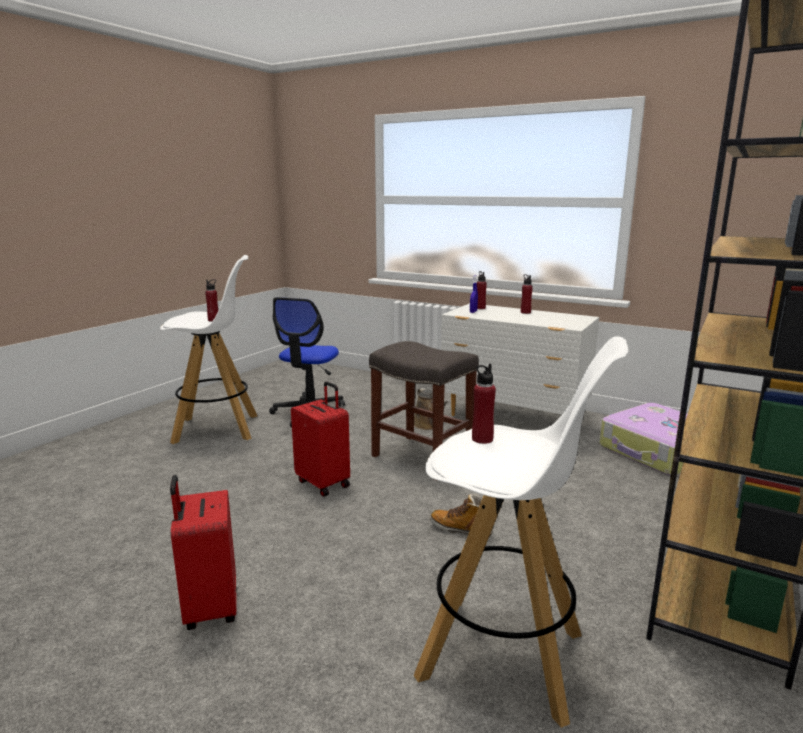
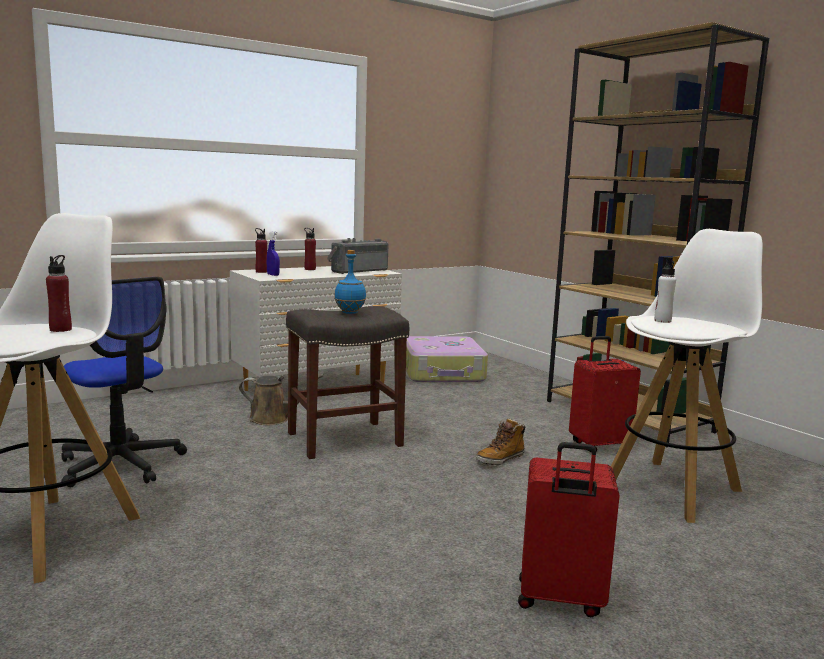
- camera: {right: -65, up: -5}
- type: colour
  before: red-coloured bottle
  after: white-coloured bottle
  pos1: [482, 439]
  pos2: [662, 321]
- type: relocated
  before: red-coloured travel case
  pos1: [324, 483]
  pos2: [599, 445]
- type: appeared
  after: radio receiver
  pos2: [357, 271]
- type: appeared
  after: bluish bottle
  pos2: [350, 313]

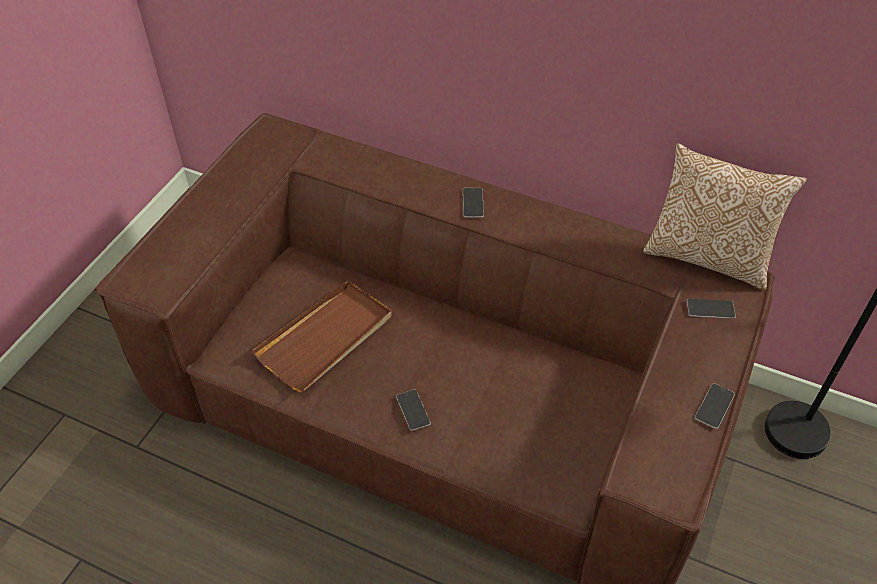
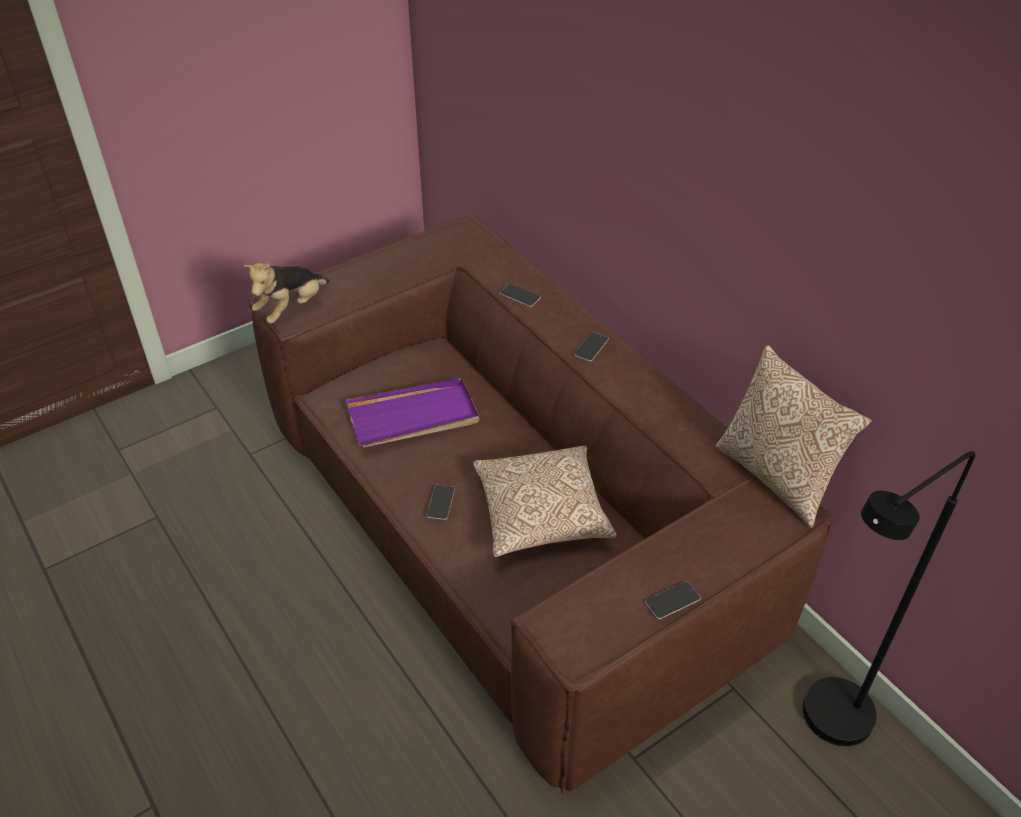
- camera: {right: 30, up: -5}
- type: colour
  before: brown-coloured tray
  after: purple-coloured tray
  pos1: [326, 338]
  pos2: [413, 417]
- type: relocated
  before: handset
  pos1: [710, 309]
  pos2: [519, 295]
- type: appeared
  after: cuddly toy
  pos2: [291, 308]
- type: appeared
  after: pillow
  pos2: [541, 514]

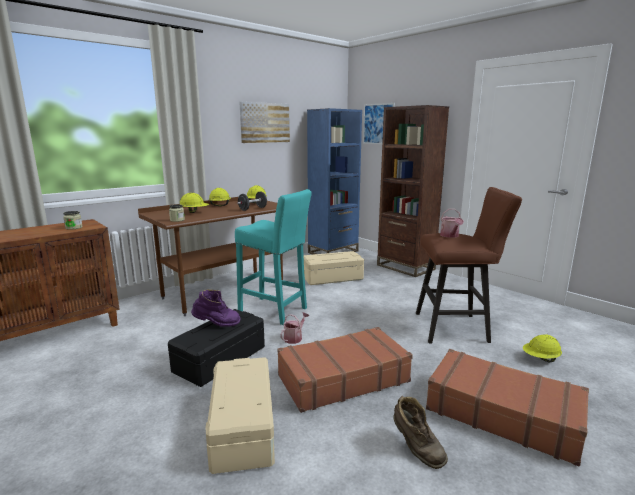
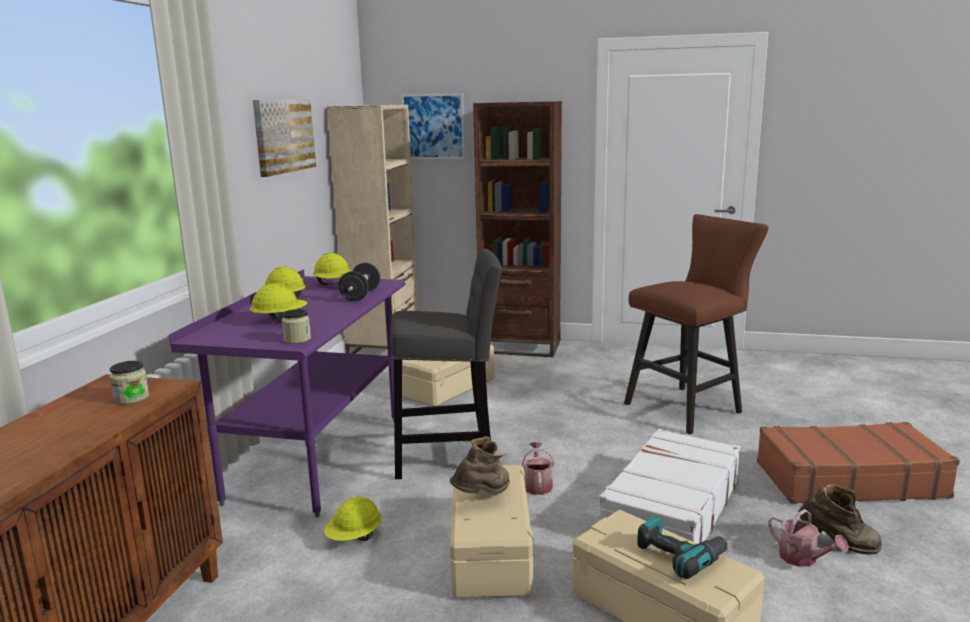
- camera: {right: -35, up: 0}
- type: colour
  before: bluish shelving unit
  after: sand-coloured shelving unit
  pos1: [333, 252]
  pos2: [384, 348]
- type: colour
  before: blue-green sitting stool
  after: greyish sitting stool
  pos1: [275, 311]
  pos2: [450, 459]
- type: colour
  before: brown-coloured desk table
  after: purple-coloured desk table
  pos1: [224, 292]
  pos2: [317, 458]
- type: relocated
  before: watering pot
  pos1: [450, 236]
  pos2: [802, 559]
- type: colour
  before: purple-coloured high-top boot
  after: brown-coloured high-top boot
  pos1: [217, 325]
  pos2: [483, 496]
- type: colour
  before: black storage box
  after: sand-coloured storage box
  pos1: [220, 359]
  pos2: [489, 551]
- type: colour
  before: brown-coloured travel case
  after: white-coloured travel case
  pos1: [342, 378]
  pos2: [670, 509]
- type: relocated
  before: yellow-coloured hard hat
  pos1: [540, 359]
  pos2: [354, 538]
- type: appeared
  after: power drill
  pos2: [680, 555]

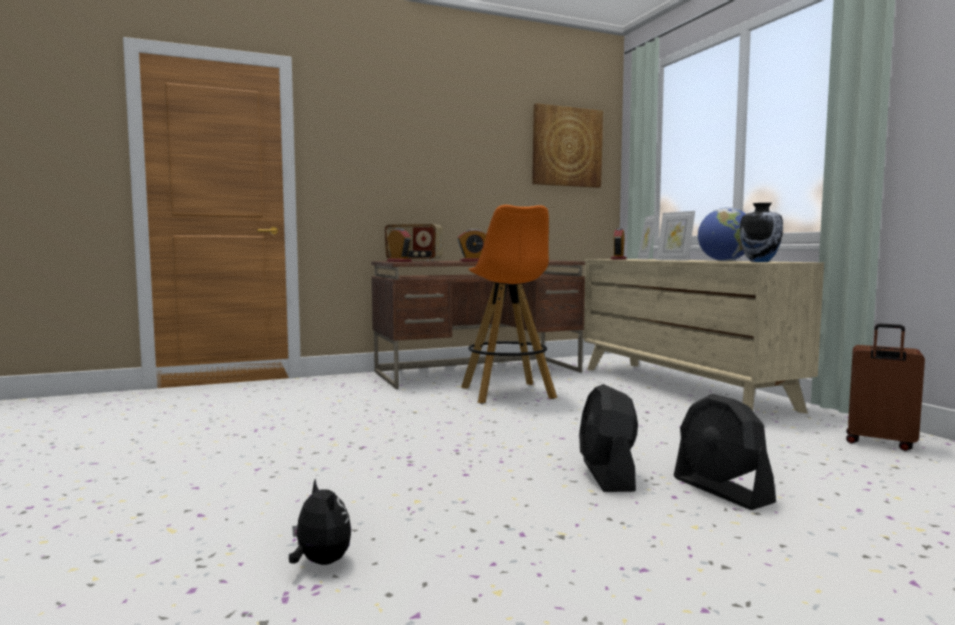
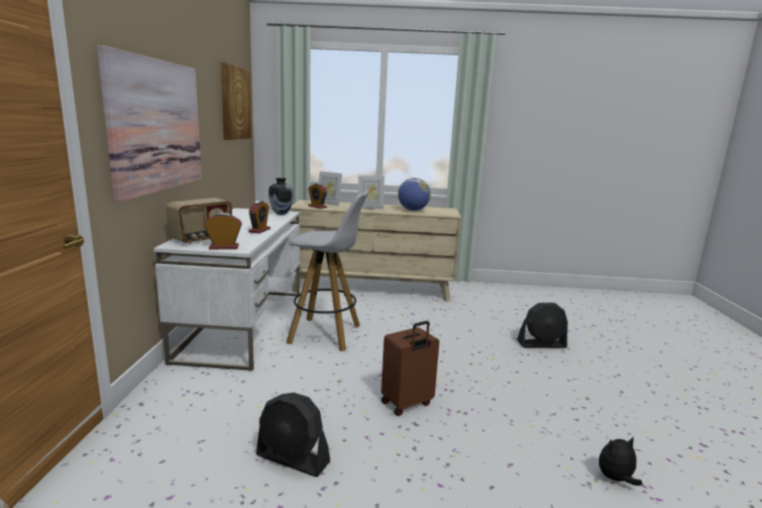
- camera: {right: -65, up: 10}
- type: relocated
  before: vase
  pos1: [759, 262]
  pos2: [281, 213]
- type: colour
  before: orange sitting stool
  after: white-coloured sitting stool
  pos1: [508, 393]
  pos2: [326, 334]
- type: colour
  before: brown-coloured desk table
  after: white-coloured desk table
  pos1: [479, 372]
  pos2: [244, 324]
- type: relocated
  before: brown-coloured travel case
  pos1: [879, 443]
  pos2: [407, 404]
- type: relocated
  before: black electric fan
  pos1: [607, 475]
  pos2: [293, 459]
- type: appeared
  after: wall art
  pos2: [157, 126]

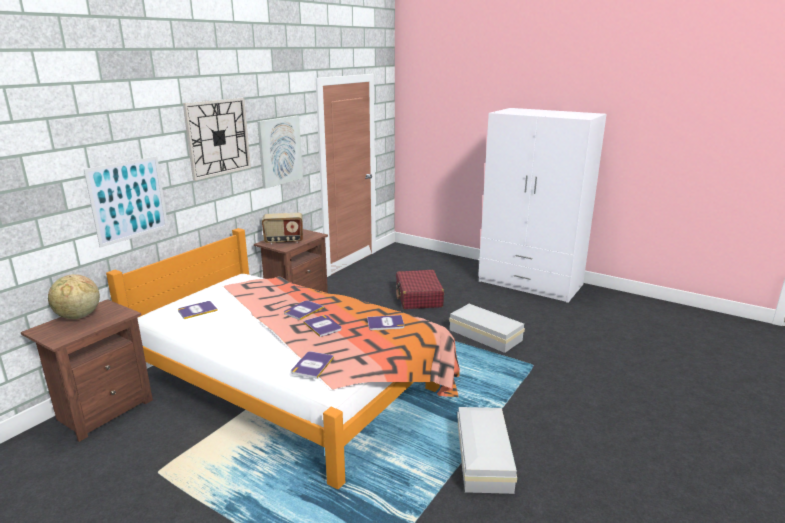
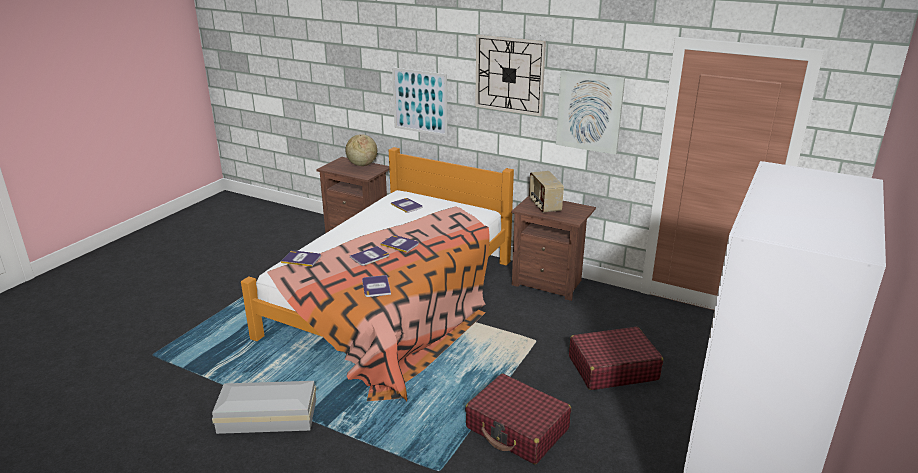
- camera: {right: 85, up: 5}
- type: exchanged
  before: white-coloured storage box
  after: red-coloured travel case
  pos1: [485, 334]
  pos2: [517, 429]

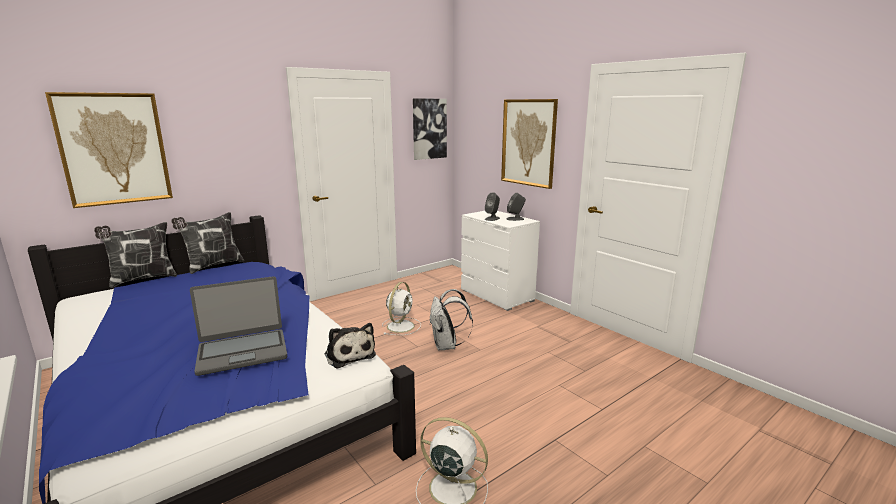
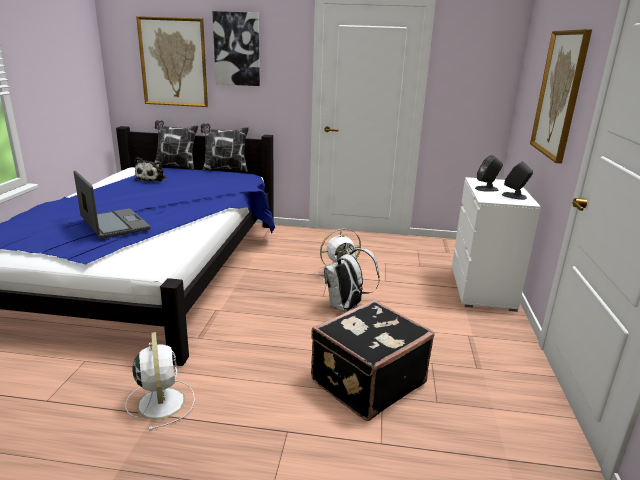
- camera: {right: 45, up: 5}
- type: relocated
  before: wall art
  pos1: [429, 129]
  pos2: [237, 49]
- type: spun
  before: portable computer
  pos1: [242, 352]
  pos2: [114, 225]
  turn: -150
- type: relocated
  before: cuddly toy
  pos1: [349, 354]
  pos2: [152, 179]
- type: appeared
  after: black travel case
  pos2: [366, 381]

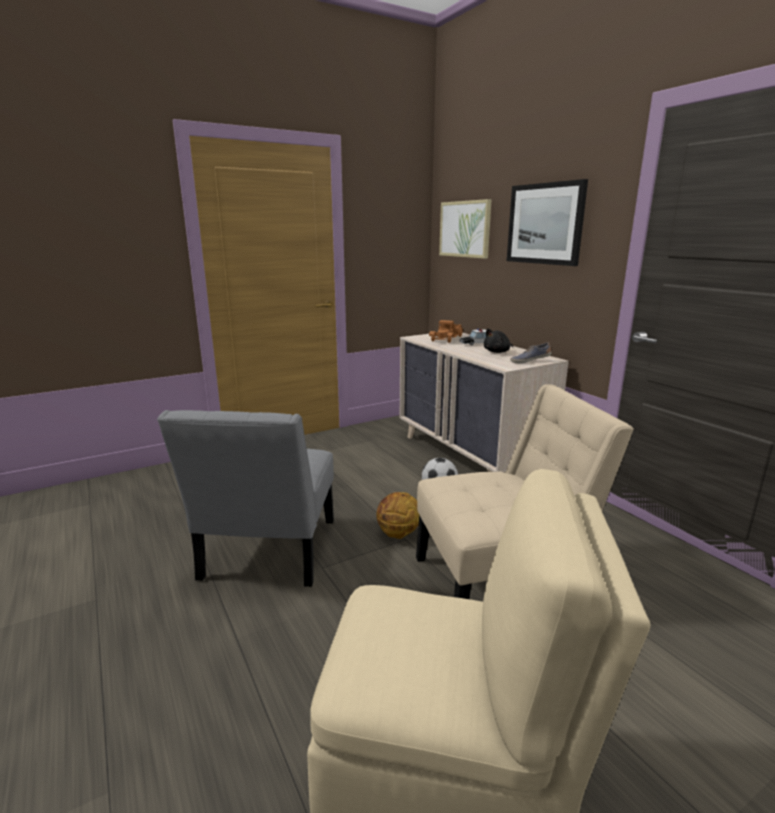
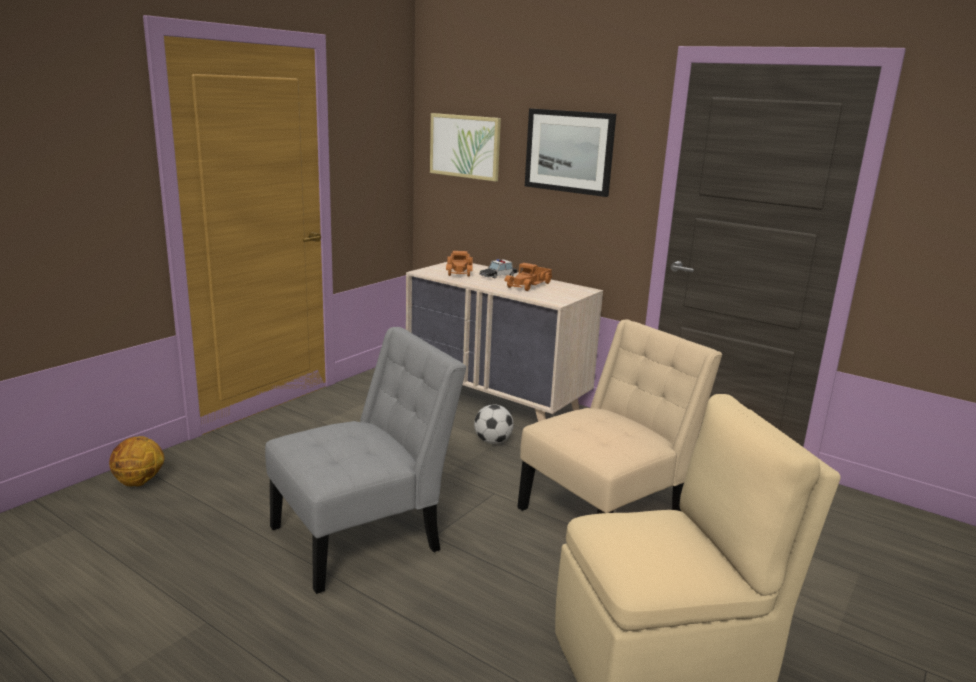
- camera: {right: -25, up: 0}
- type: exchanged
  before: black cuddly toy
  after: model truck
  pos1: [497, 352]
  pos2: [529, 285]
- type: missing
  before: item of footwear
  pos1: [530, 361]
- type: spun
  before: greyish chair
  pos1: [267, 554]
  pos2: [364, 536]
  turn: -105
- type: relocated
  before: basketball ball
  pos1: [398, 534]
  pos2: [139, 482]

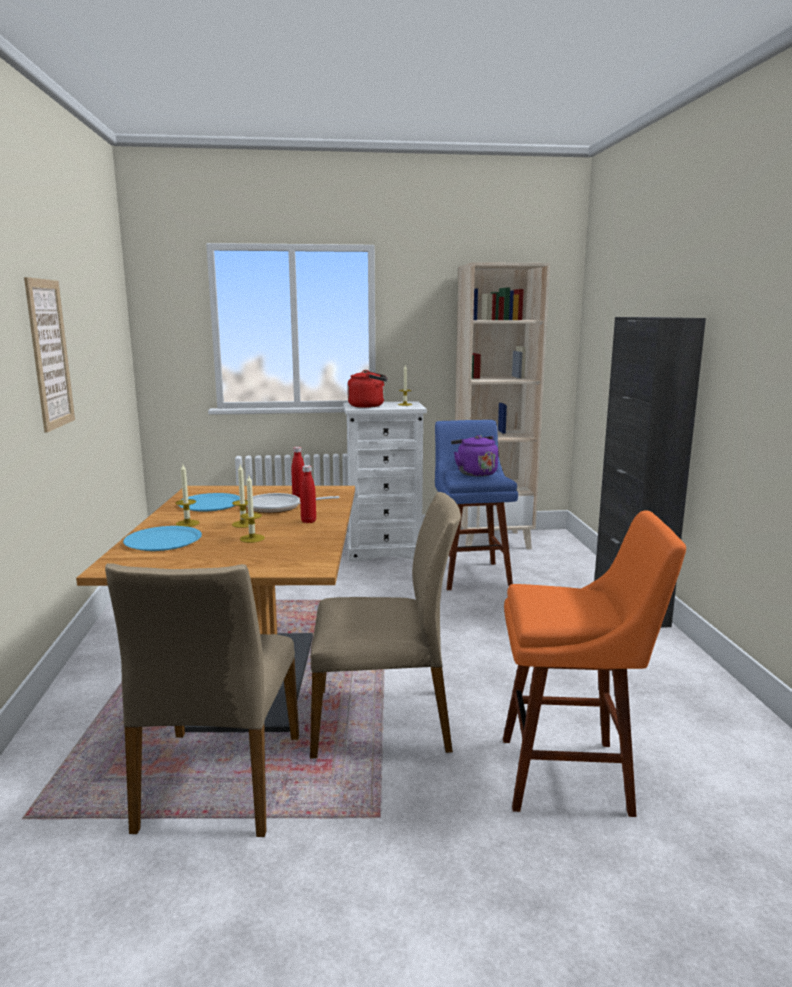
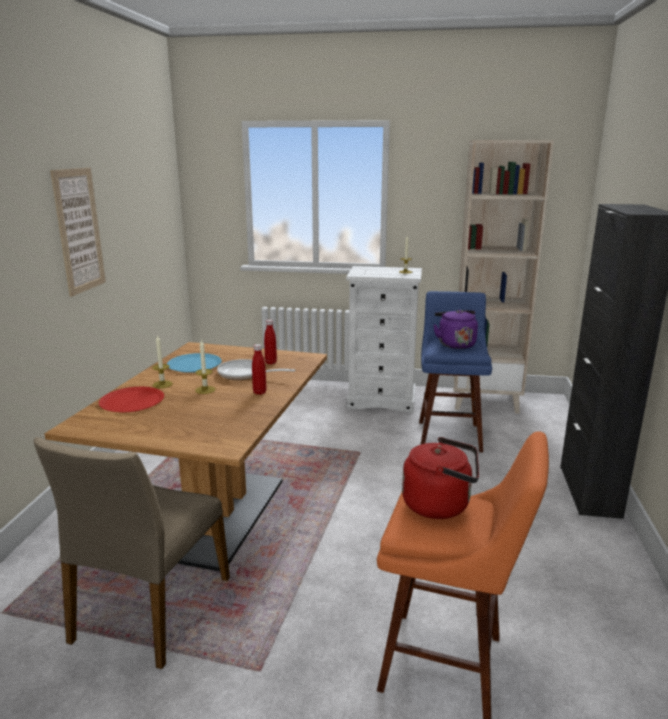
- camera: {right: 15, up: 5}
- type: relocated
  before: red-coloured tea kettle
  pos1: [369, 406]
  pos2: [440, 505]
- type: missing
  before: wax candle
  pos1: [252, 538]
- type: missing
  before: sand-coloured chair
  pos1: [383, 721]
- type: colour
  before: bluish plate
  after: red-coloured plate
  pos1: [163, 540]
  pos2: [132, 401]

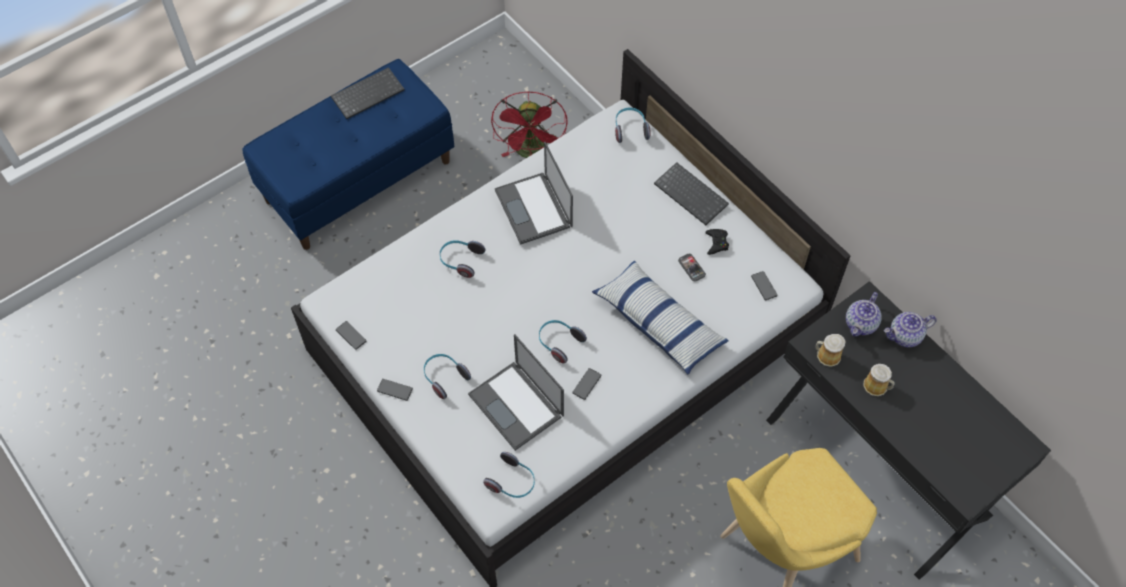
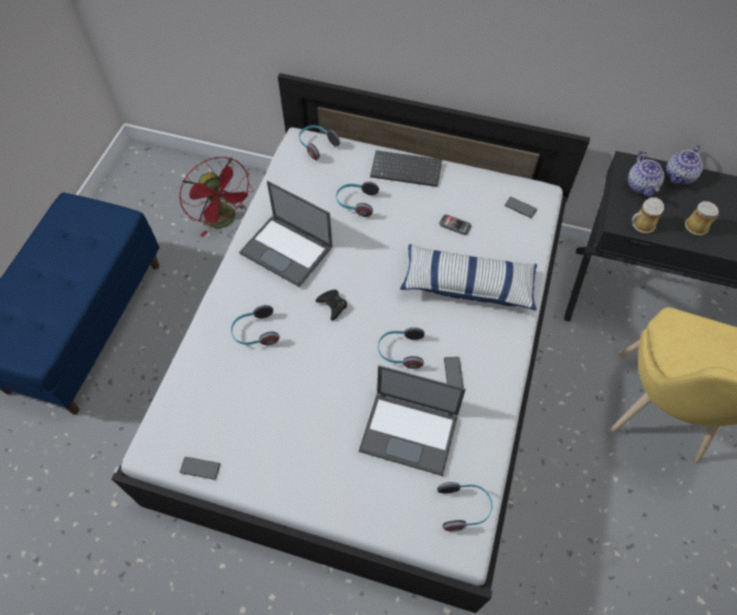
- camera: {right: -35, up: 0}
- type: missing
  before: PC keyboard
  pos1: [368, 93]
- type: relocated
  before: black gamepad
  pos1: [716, 243]
  pos2: [332, 305]
- type: relocated
  before: headset
  pos1: [444, 377]
  pos2: [356, 203]
- type: missing
  before: handset
  pos1: [395, 390]

